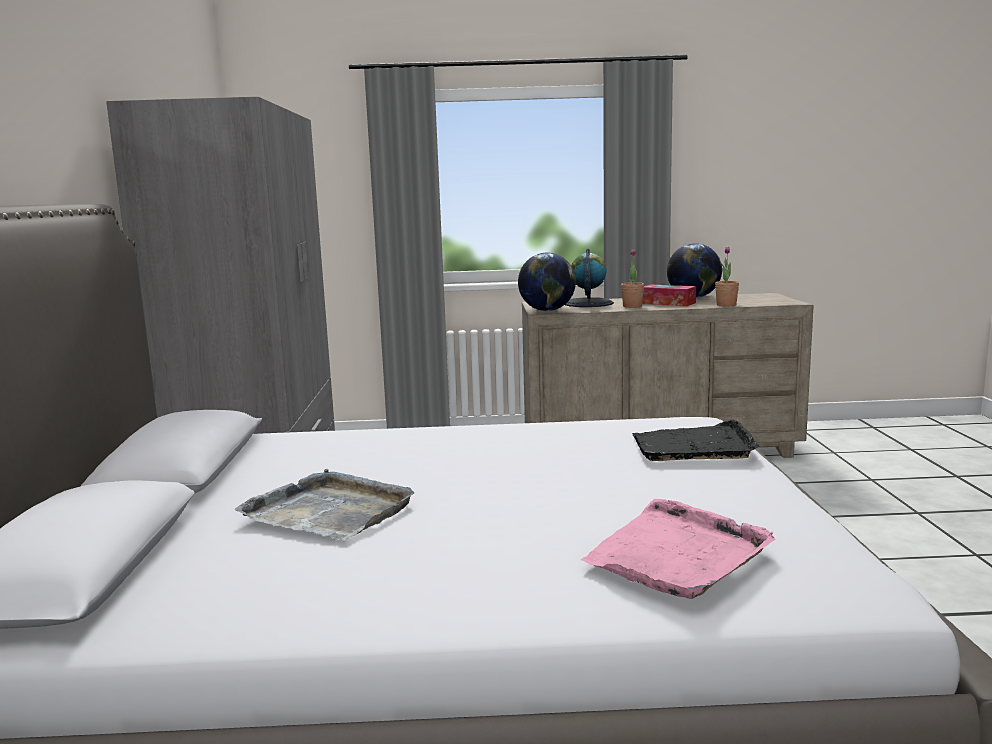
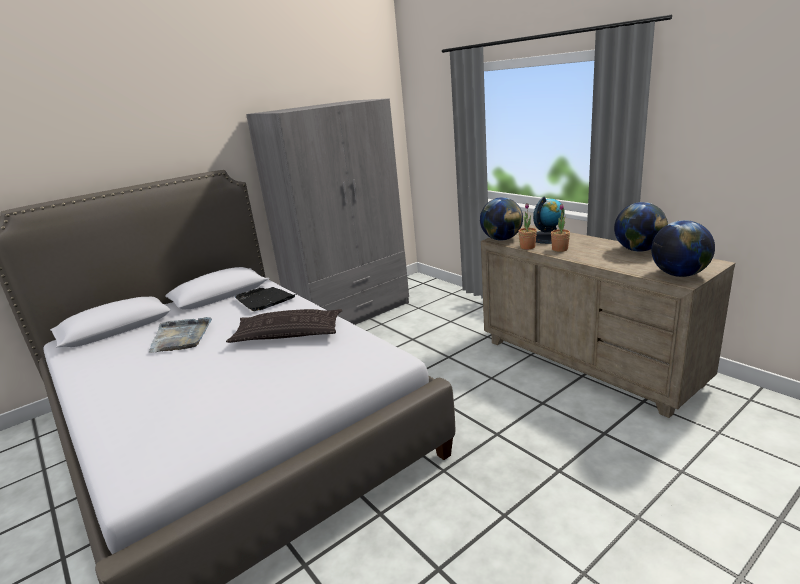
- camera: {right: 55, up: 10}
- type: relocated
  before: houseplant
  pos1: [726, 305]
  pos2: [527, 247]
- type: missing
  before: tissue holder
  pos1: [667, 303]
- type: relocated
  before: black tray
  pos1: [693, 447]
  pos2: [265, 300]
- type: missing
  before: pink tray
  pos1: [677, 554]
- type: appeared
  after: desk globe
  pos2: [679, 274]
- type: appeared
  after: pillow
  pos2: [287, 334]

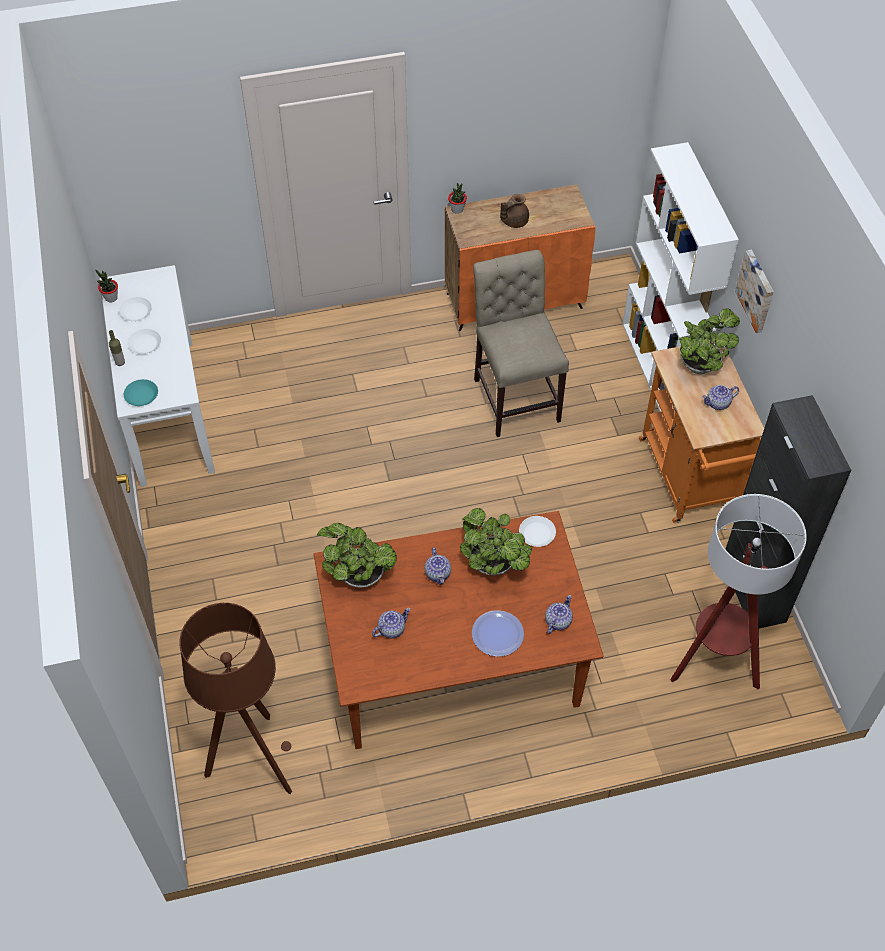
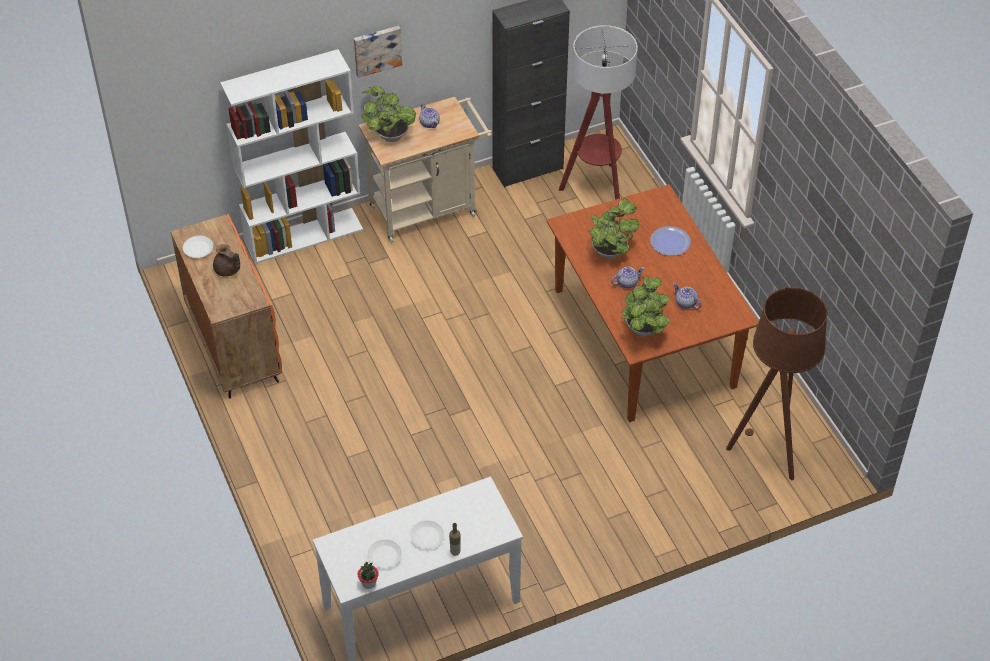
- camera: {right: -100, up: -5}
- type: missing
  before: houseplant
  pos1: [457, 209]
- type: missing
  before: sand-coloured chair
  pos1: [515, 395]
- type: colour
  before: orange cart
  after: sand-coloured cart
  pos1: [690, 481]
  pos2: [428, 208]
- type: missing
  before: blue-green plate
  pos1: [141, 395]
- type: relocated
  before: white-coloured plate
  pos1: [537, 534]
  pos2: [198, 249]
- type: missing
  before: tea pot
  pos1: [557, 621]

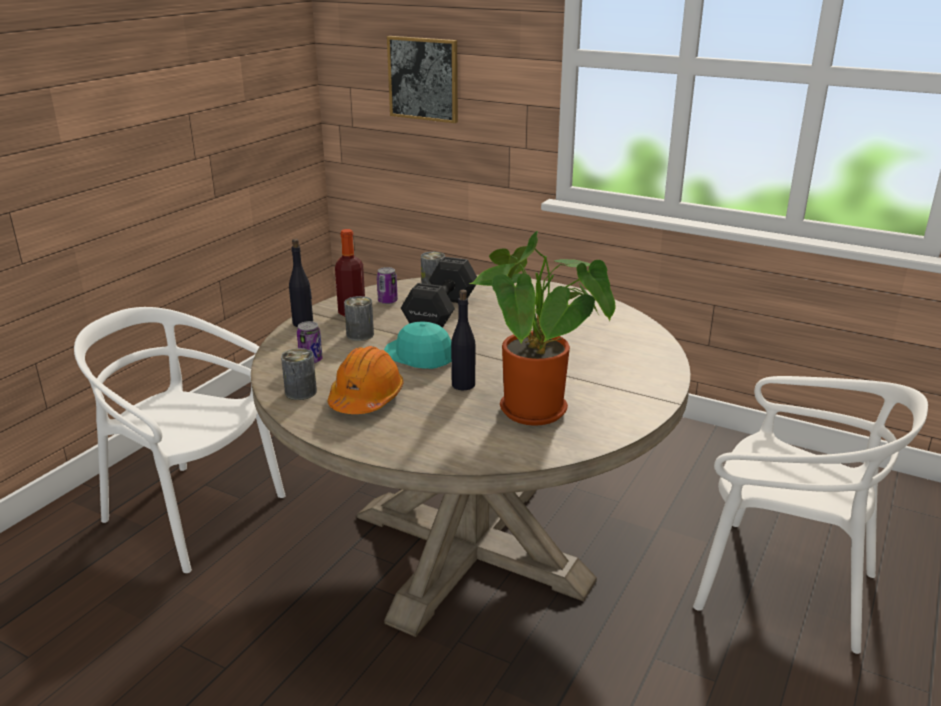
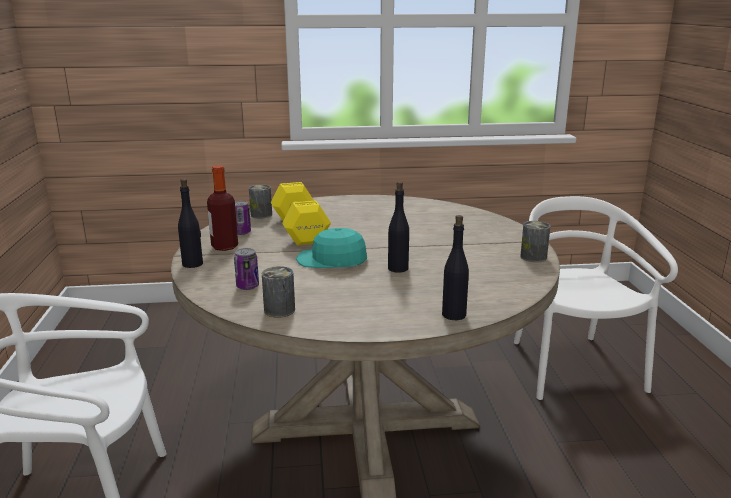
- camera: {right: -35, up: -5}
- type: missing
  before: wall art
  pos1: [423, 79]
- type: missing
  before: houseplant
  pos1: [539, 414]
- type: colour
  before: black hand weight
  after: yellow-coloured hand weight
  pos1: [443, 312]
  pos2: [300, 229]
- type: relocated
  before: can
  pos1: [360, 335]
  pos2: [533, 257]
- type: missing
  before: orange hard hat
  pos1: [366, 398]
- type: spun
  before: white-coloured chair
  pos1: [783, 586]
  pos2: [573, 367]
  turn: -90
- type: appeared
  after: black bottle
  pos2: [453, 315]

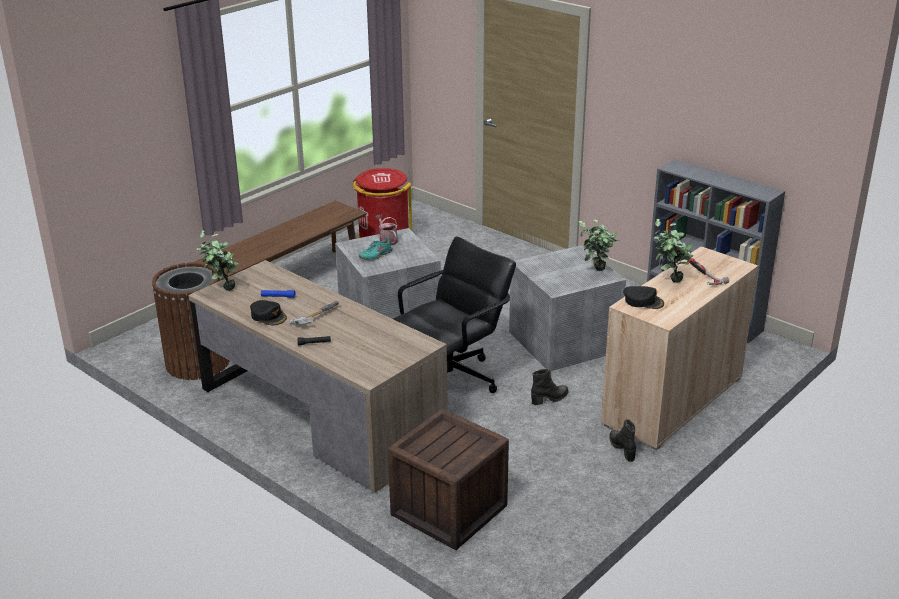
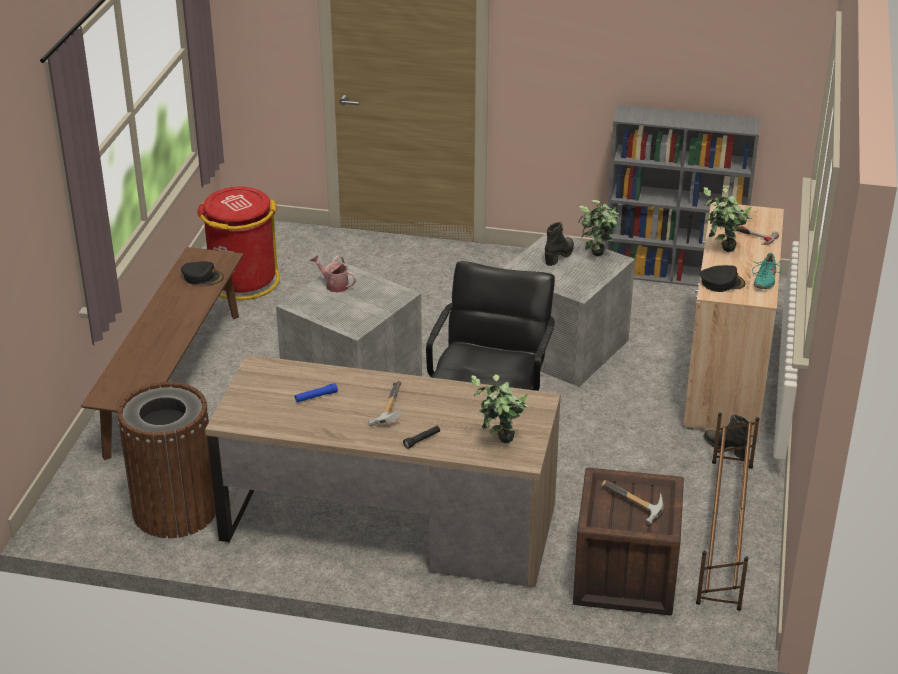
- camera: {right: -30, up: 5}
- type: relocated
  before: houseplant
  pos1: [222, 290]
  pos2: [499, 444]
- type: relocated
  before: blue-green item of footwear
  pos1: [375, 255]
  pos2: [764, 280]
- type: relocated
  before: black cap
  pos1: [268, 316]
  pos2: [202, 277]
- type: relocated
  before: black high-top boot
  pos1: [550, 399]
  pos2: [559, 255]
- type: appeared
  after: brown-coloured shoe stand
  pos2: [725, 532]
- type: appeared
  after: hammer
  pos2: [631, 506]

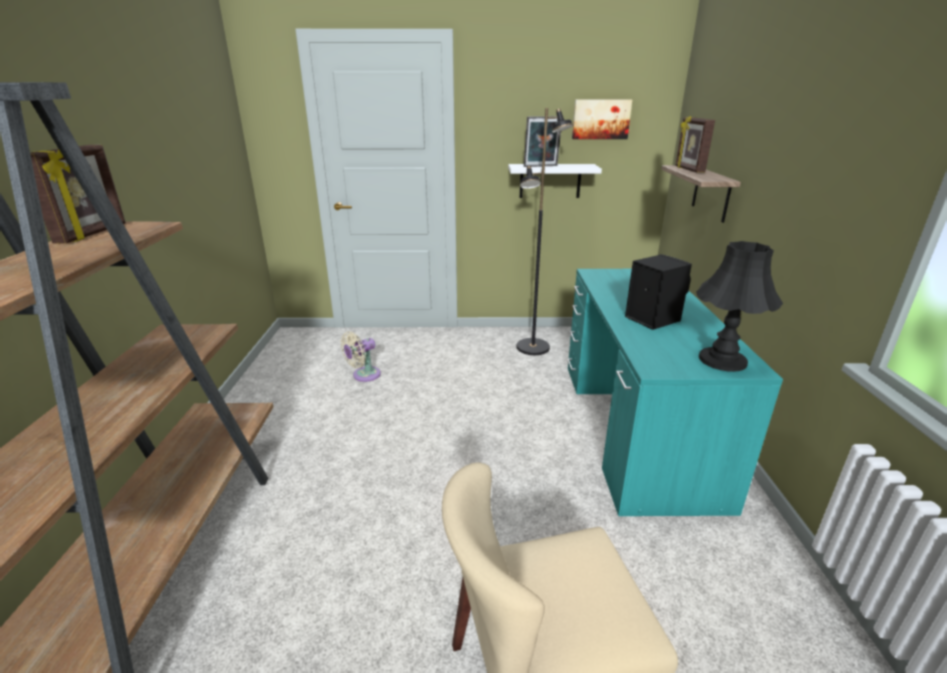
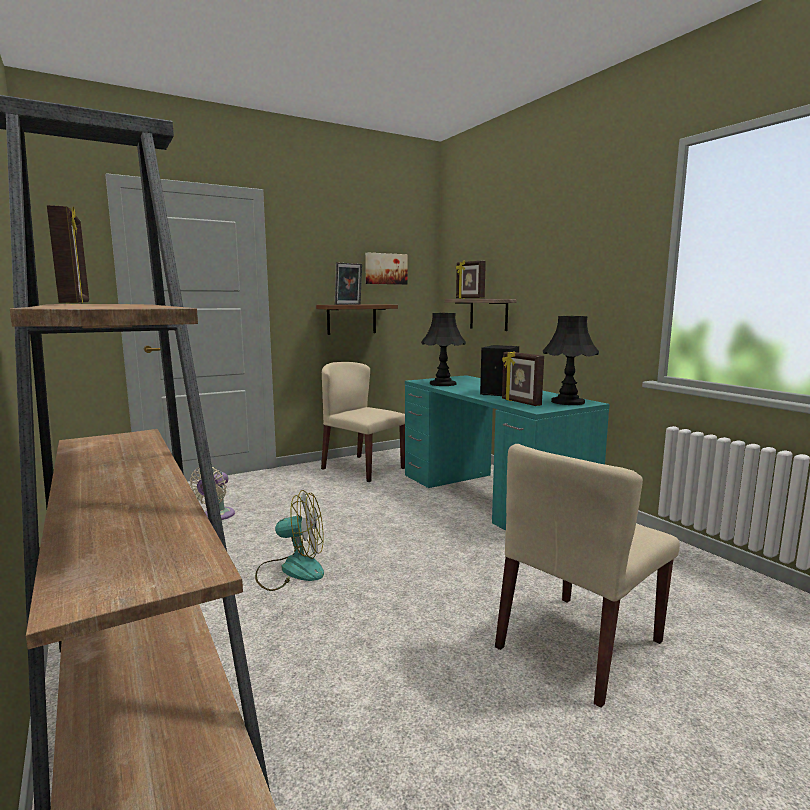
- camera: {right: -30, up: -15}
- type: exchanged
  before: black standard lamp
  after: sand-coloured chair
  pos1: [533, 348]
  pos2: [362, 468]
- type: colour
  before: white-coloured bracket shelf
  after: brown-coloured bracket shelf
  pos1: [550, 181]
  pos2: [351, 319]
- type: appeared
  after: black table lamp
  pos2: [442, 384]
- type: appeared
  after: picture frame
  pos2: [520, 402]
- type: appeared
  after: electric fan
  pos2: [291, 570]

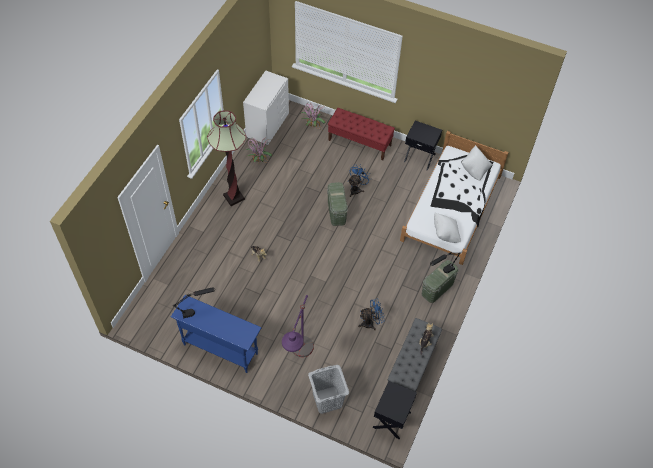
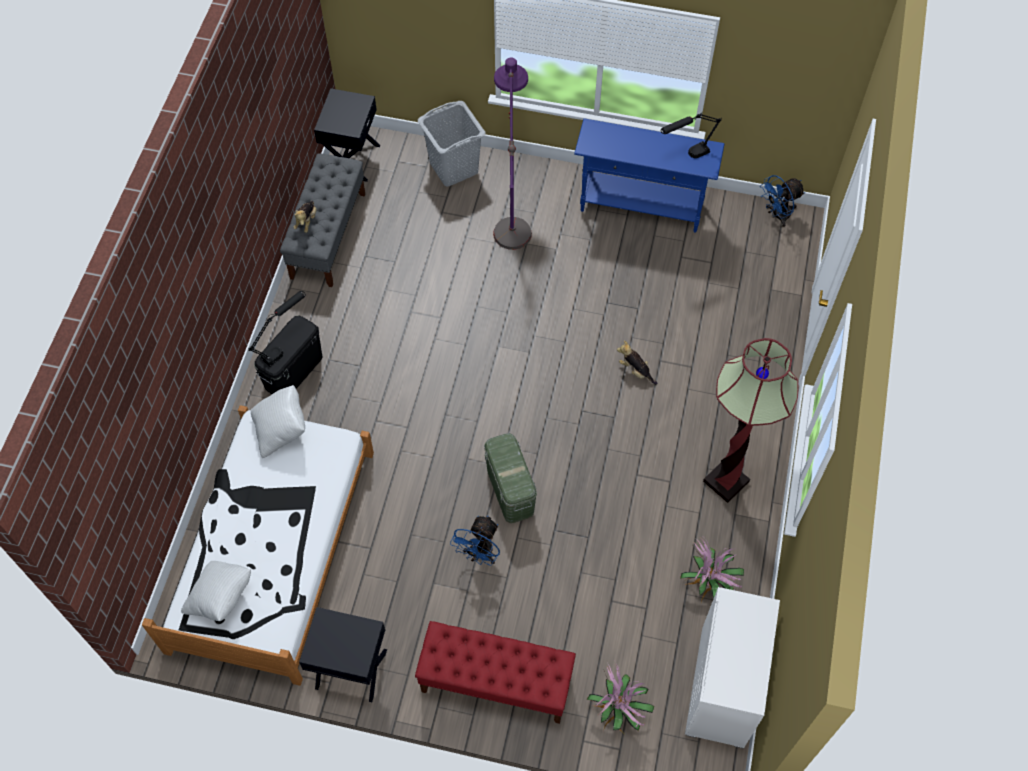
- camera: {right: 170, up: 5}
- type: colour
  before: greenish storage box
  after: black storage box
  pos1: [437, 288]
  pos2: [293, 371]
- type: relocated
  before: bluish electric fan
  pos1: [370, 323]
  pos2: [777, 215]

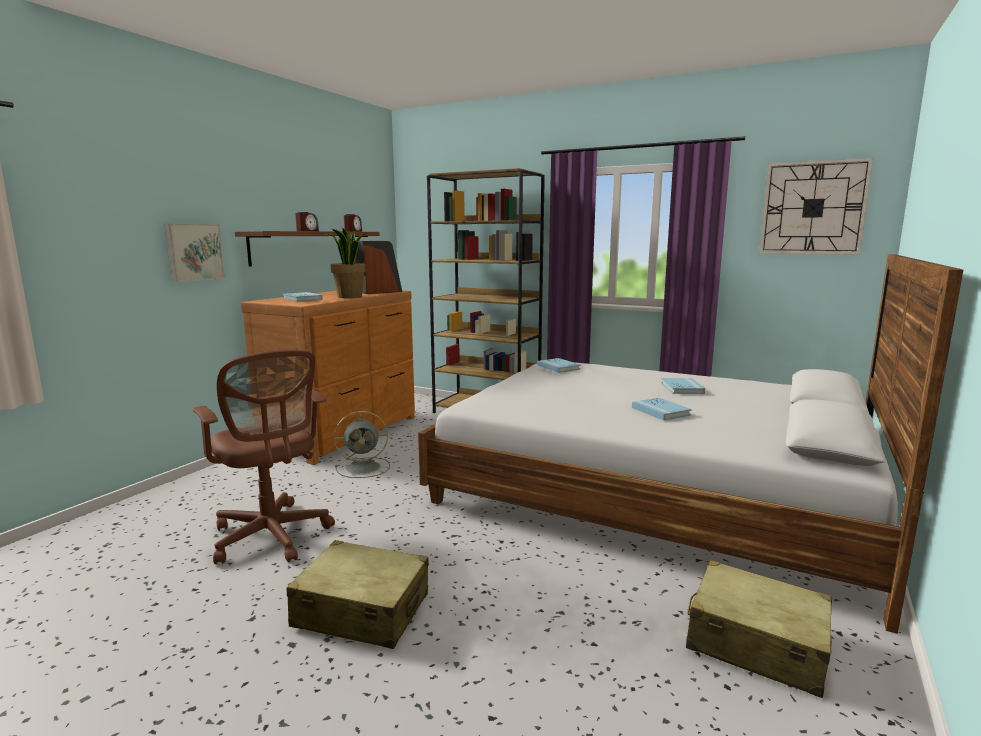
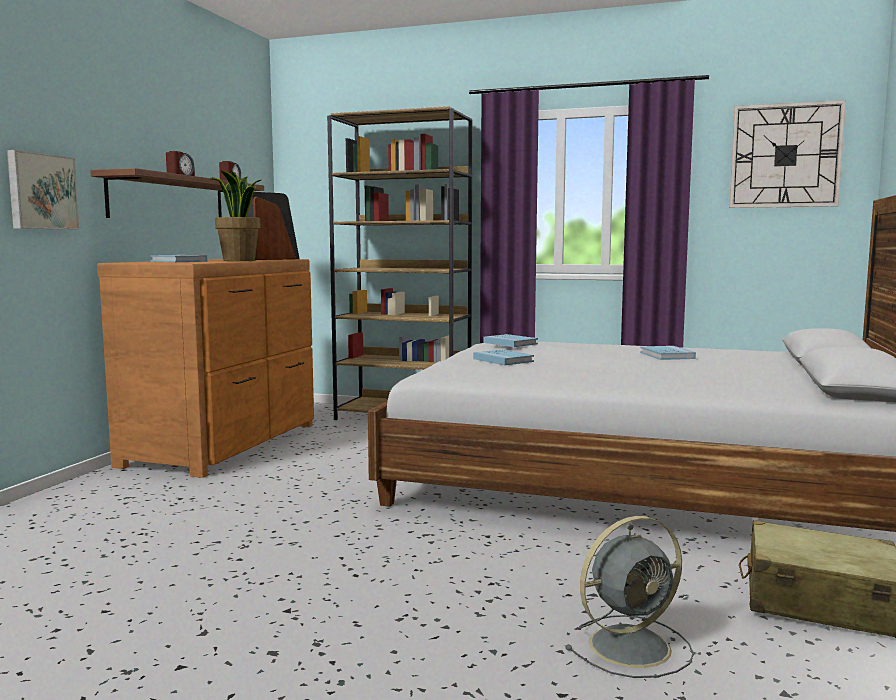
- camera: {right: -10, up: -5}
- type: missing
  before: brown-coloured computer chair
  pos1: [272, 537]
- type: relocated
  before: bluish bound book
  pos1: [660, 411]
  pos2: [503, 360]
- type: relocated
  before: greyish electric fan
  pos1: [364, 467]
  pos2: [632, 645]
- type: missing
  before: sand-coloured travel case
  pos1: [362, 610]

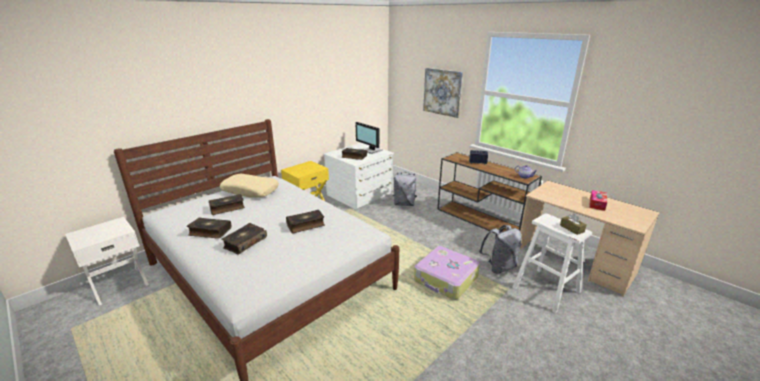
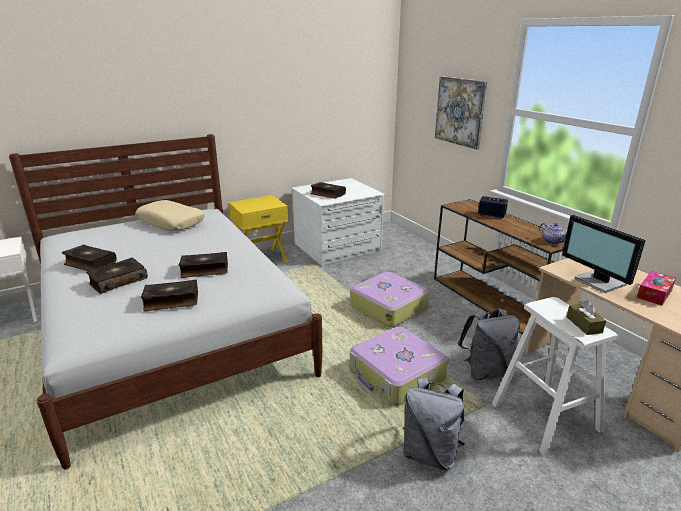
- camera: {right: 15, up: 0}
- type: relocated
  before: computer screen
  pos1: [371, 150]
  pos2: [599, 282]
- type: relocated
  before: greyish knapsack
  pos1: [404, 204]
  pos2: [430, 453]
- type: relocated
  before: bound book
  pos1: [227, 208]
  pos2: [171, 301]
- type: appeared
  after: travel case
  pos2: [389, 307]

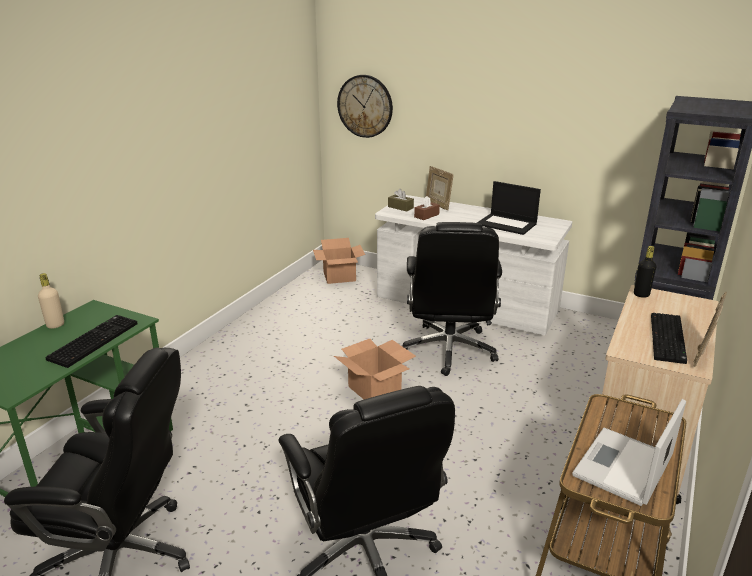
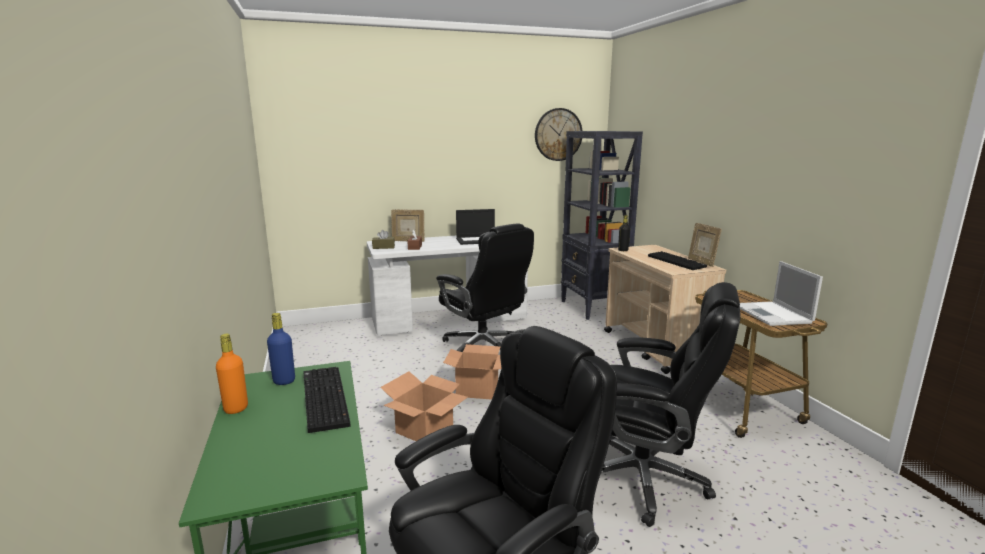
- camera: {right: -45, up: -10}
- type: relocated
  before: hanging clock
  pos1: [365, 106]
  pos2: [558, 134]
- type: relocated
  before: packing box
  pos1: [340, 276]
  pos2: [425, 428]
- type: colour
  before: sand-coloured bottle
  after: orange bottle
  pos1: [55, 325]
  pos2: [236, 408]
- type: appeared
  after: bluish bottle
  pos2: [284, 381]

